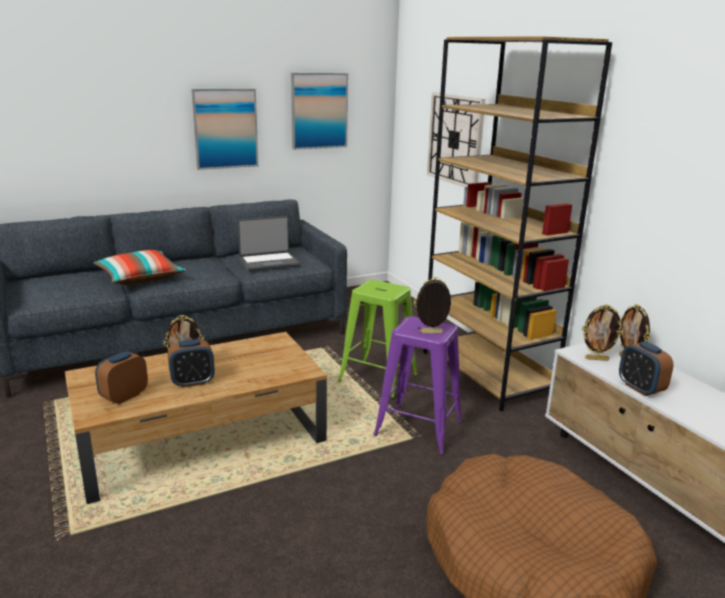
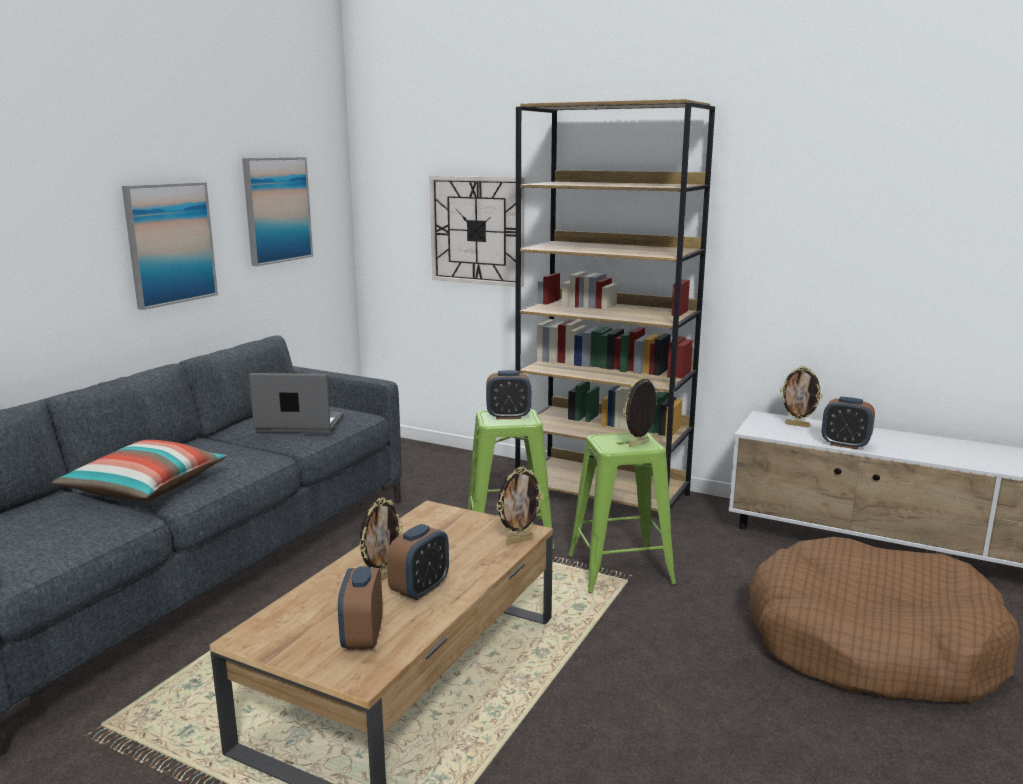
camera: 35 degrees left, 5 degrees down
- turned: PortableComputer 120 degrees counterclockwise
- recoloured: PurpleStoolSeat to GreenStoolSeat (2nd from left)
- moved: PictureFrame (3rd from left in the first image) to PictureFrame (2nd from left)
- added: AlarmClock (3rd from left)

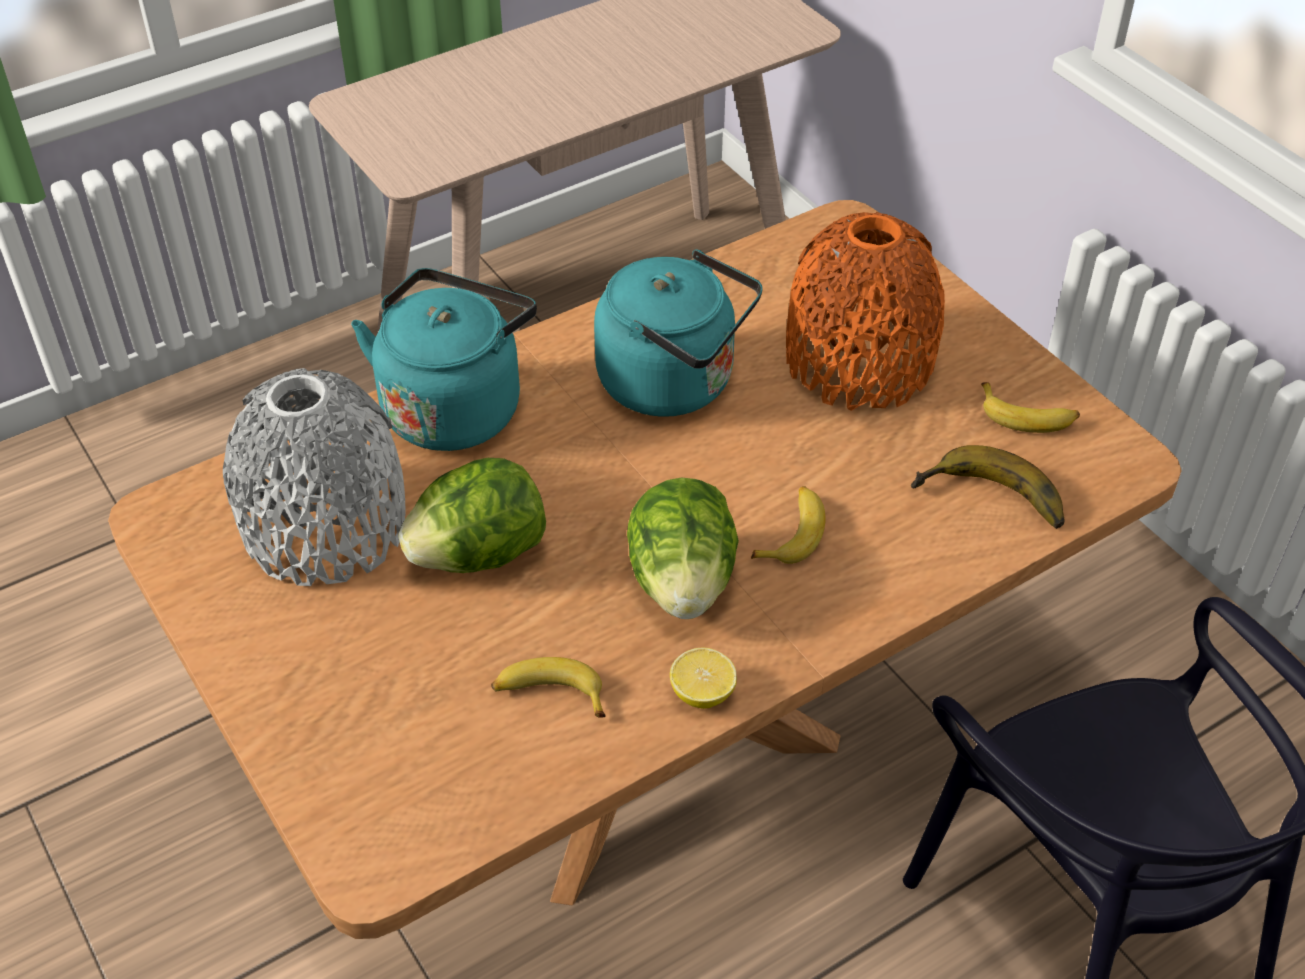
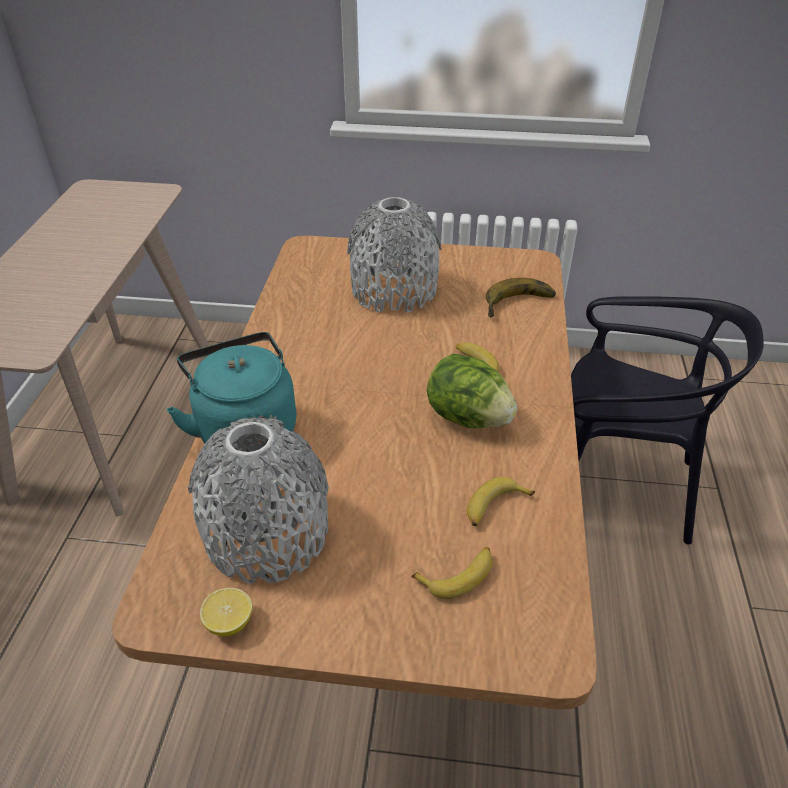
camera: 50 degrees left, 5 degrees down
- removed: LettuceHead (1st from left)
- removed: TurquoiseColouredTeaKettle (2nd from left)
- moved: WholeLemon
- recoloured: OrangeColouredVase to GreyishVase (2nd from left)
- moved: BananaFruit (4th from left in the first image) to BananaFruit (1st from left)

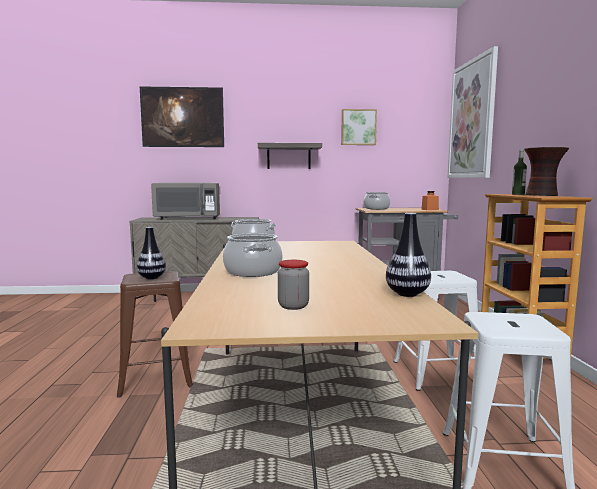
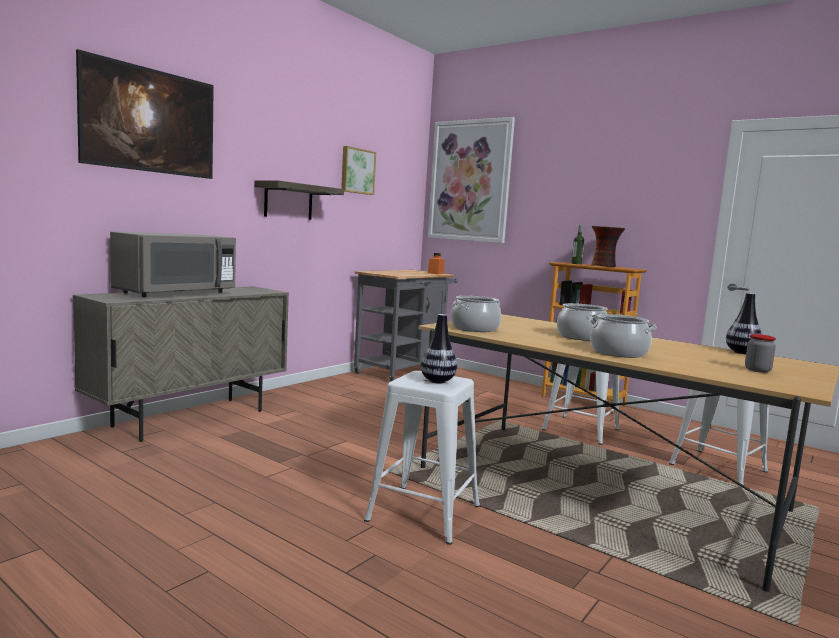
camera: 50 degrees left, 0 degrees up
- recoloured: BrownishStoolSeat to WhiteStoolSeat (1st from left)
- moved: CookingPot (3rd from left in the first image) to CookingPot (2nd from left)

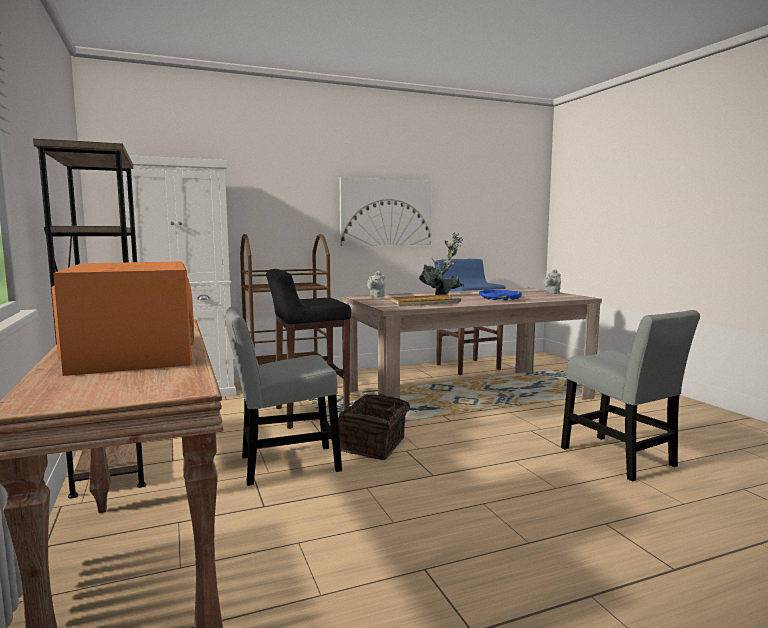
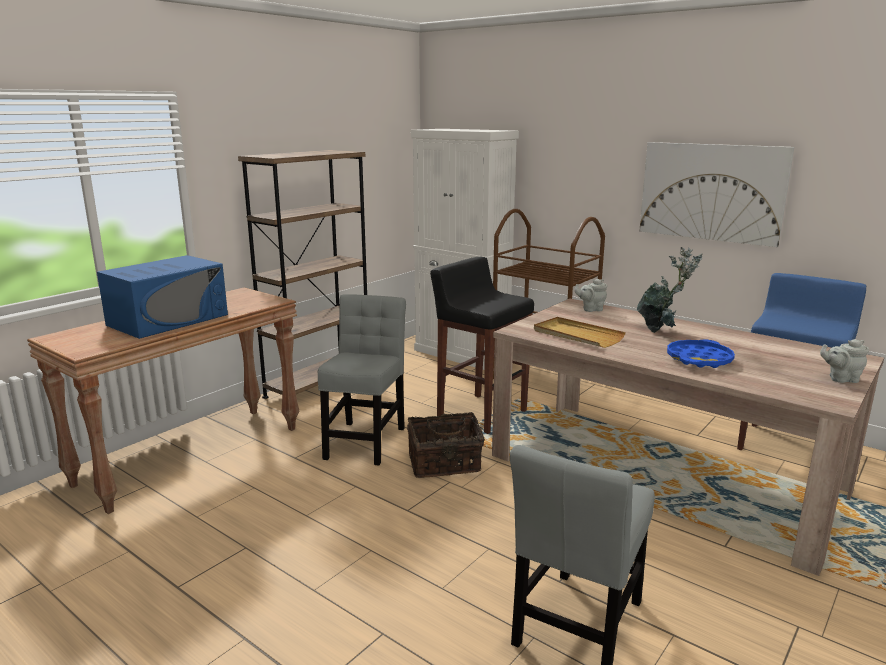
camera: 60 degrees right, 10 degrees up
- recoloured: OrangeColouredKitchenMicrowave to BlueKitchenMicrowave
- turned: GreyishUprightChair (1st from left) 60 degrees clockwise

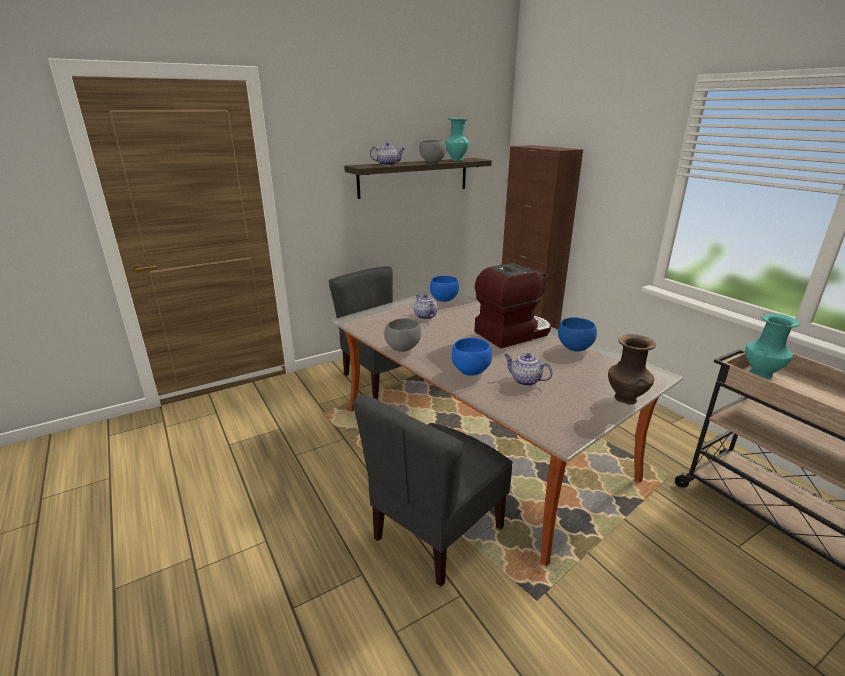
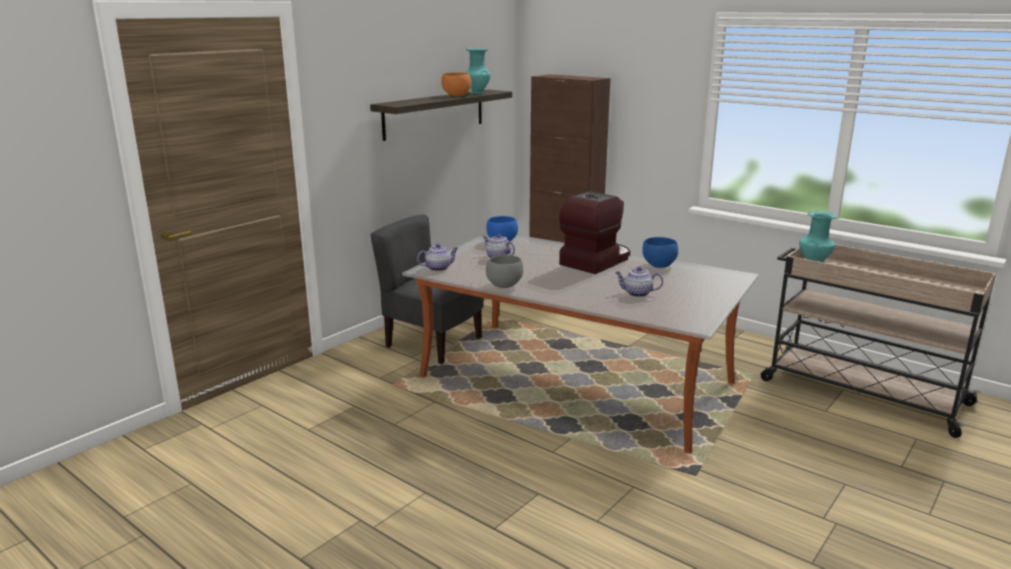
camera: 20 degrees left, 5 degrees down
- removed: GreyishUprightChair (2nd from left)
- moved: PotForTea (1st from left)
- recoloured: GreyishDeepDish (2nd from left) to OrangeColouredDeepDish
- removed: BlueDeepDish (2nd from left)
- removed: BrownishVase

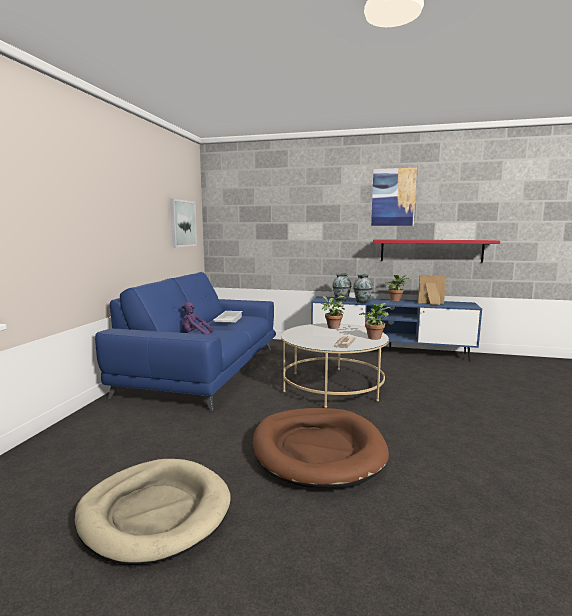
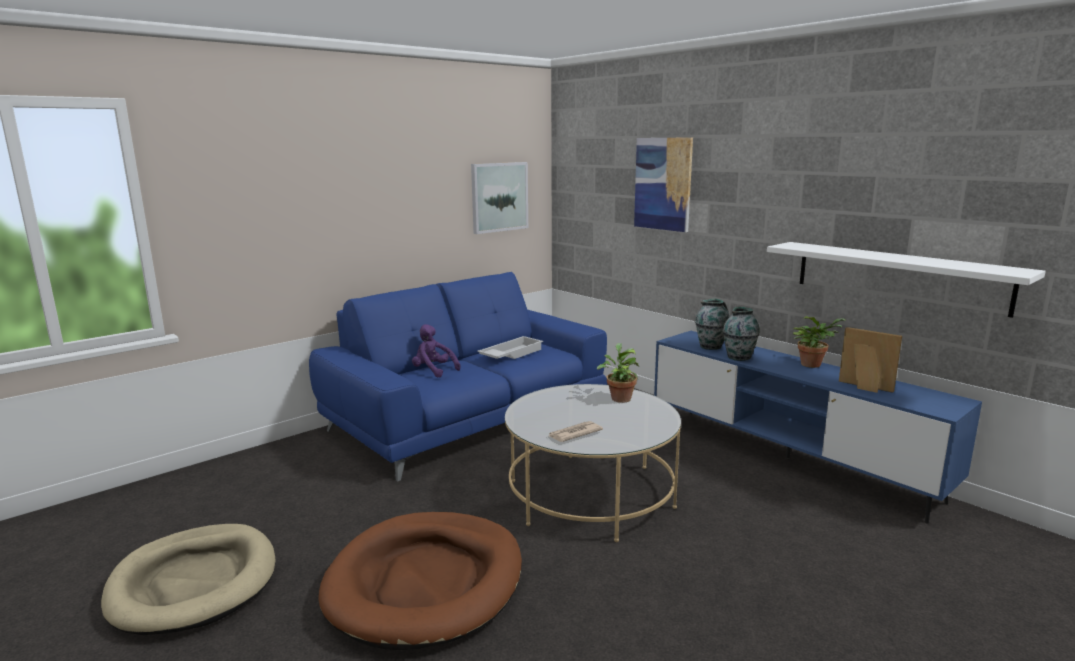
camera: 35 degrees right, 5 degrees up
- removed: PlantInAPot (2nd from left)
- moved: WallPicture (2nd from left)
- recoloured: RedBracketShelf to WhiteBracketShelf

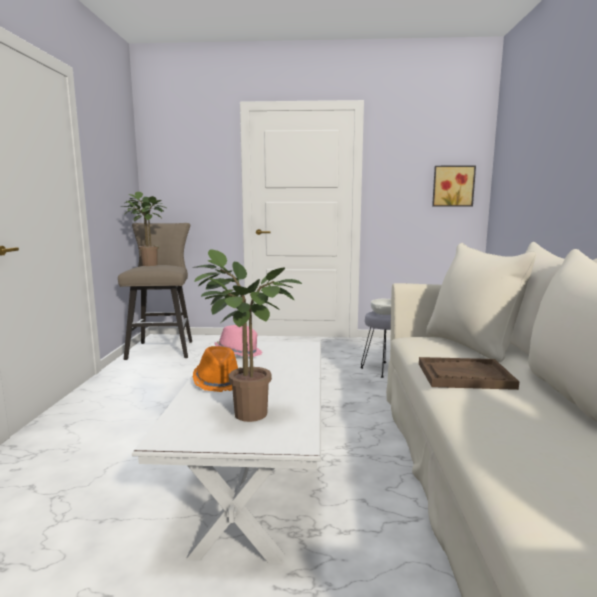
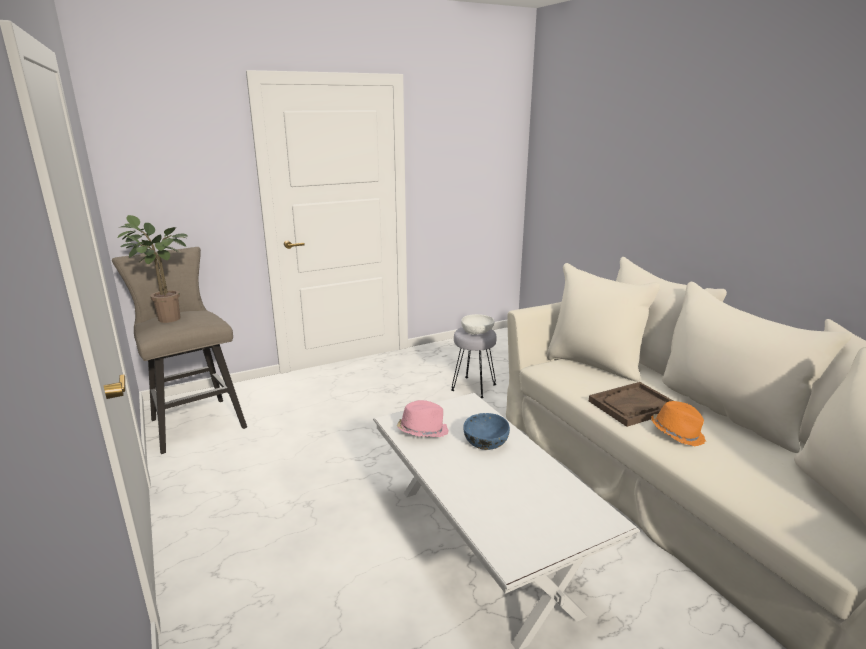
camera: 30 degrees left, 10 degrees up
- removed: PlantInAPot (2nd from left)
- moved: OrangeColouredClothingHat
- removed: WallPicture
- added: BlueDeepDish

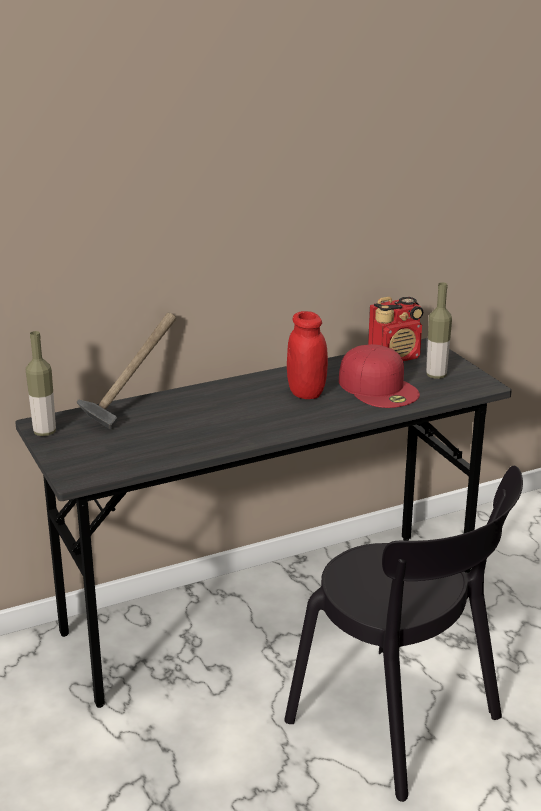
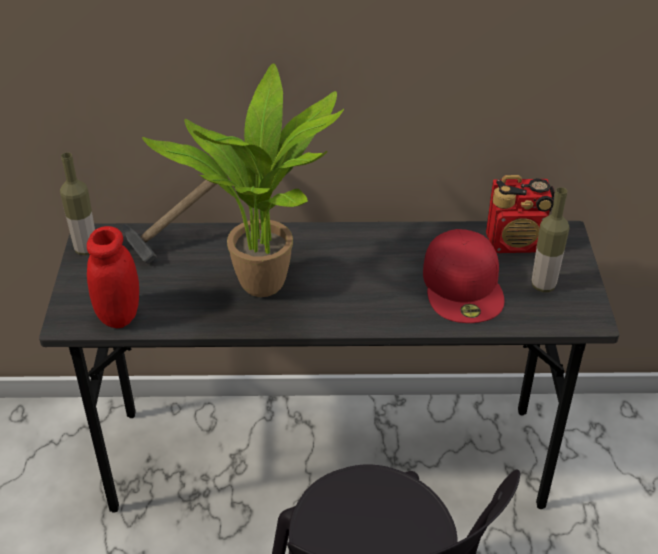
camera: 25 degrees right, 15 degrees up
- moved: RedPreserveJar
- added: PlantInAPot

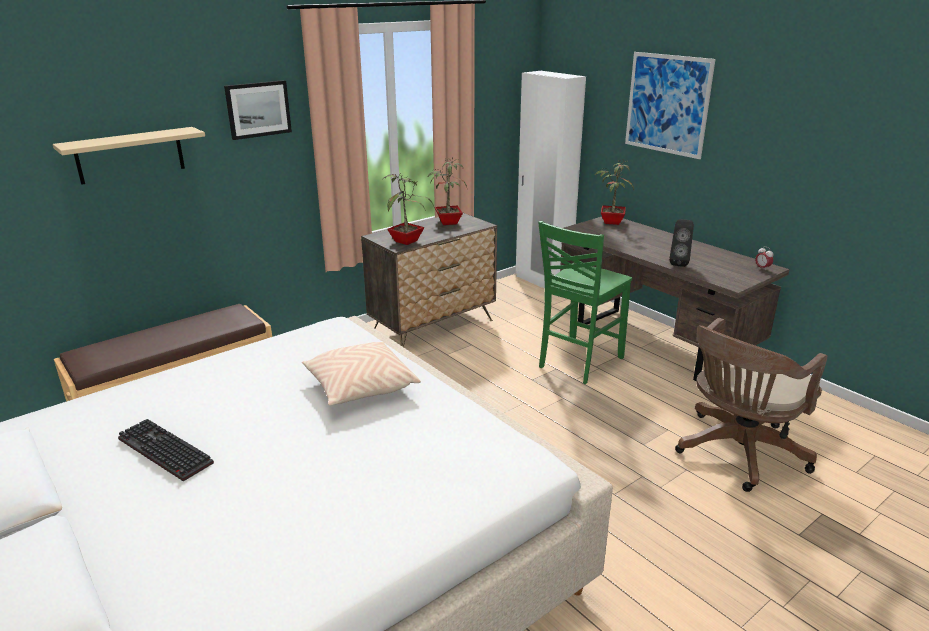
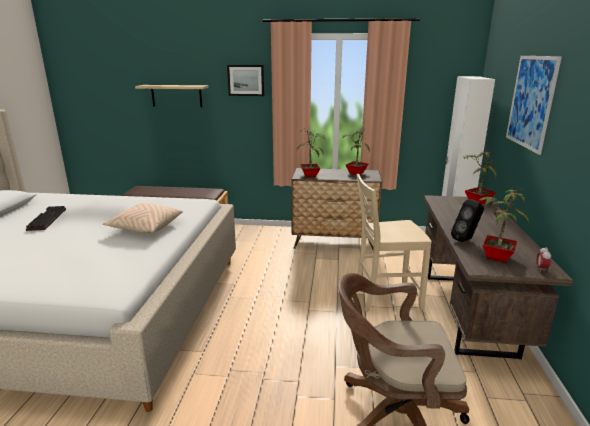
camera: 45 degrees right, 5 degrees down
- recoloured: GreenUprightChair to BeigeColouredUprightChair
- added: PlantInAPot (4th from left)

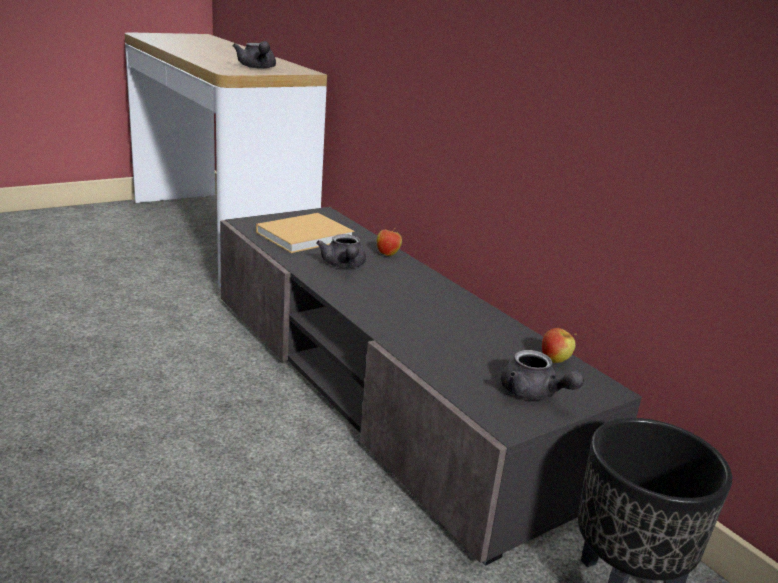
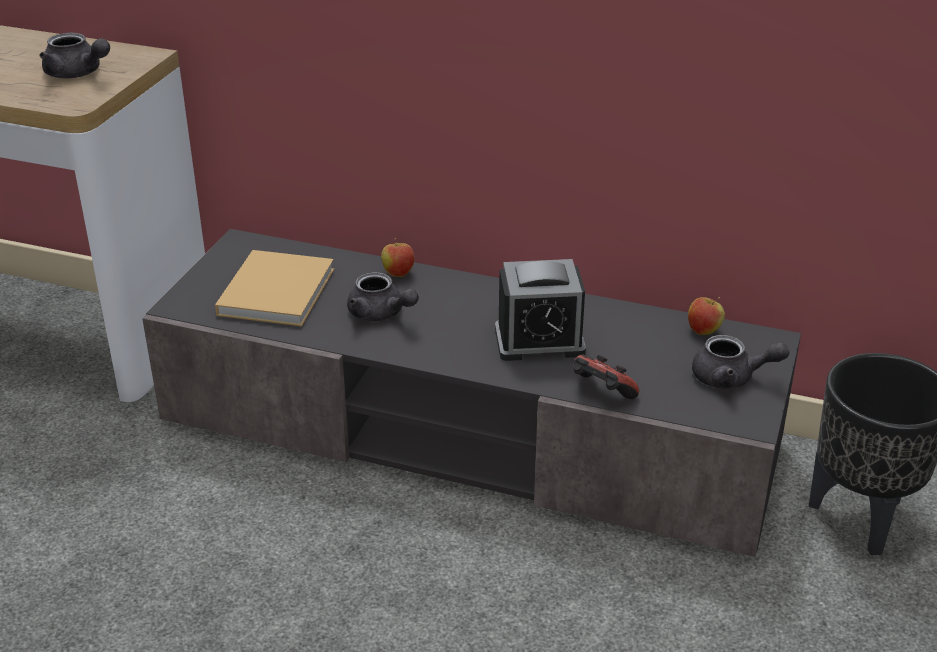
camera: 35 degrees left, 10 degrees up
- added: AlarmClock
- added: Gamepad

